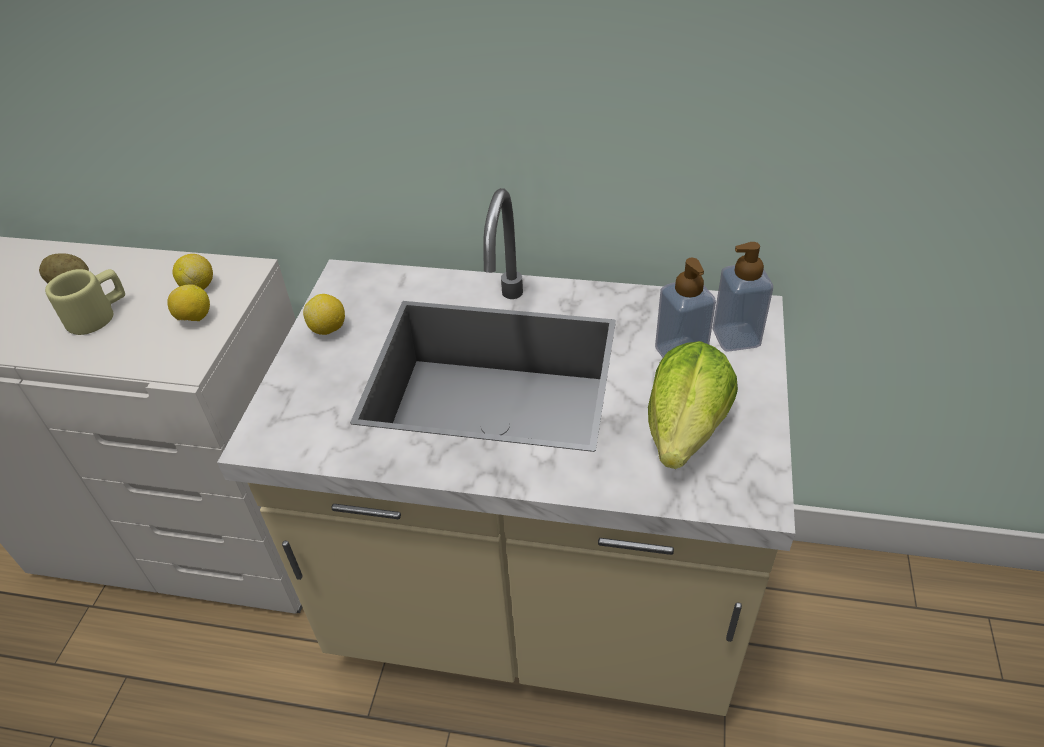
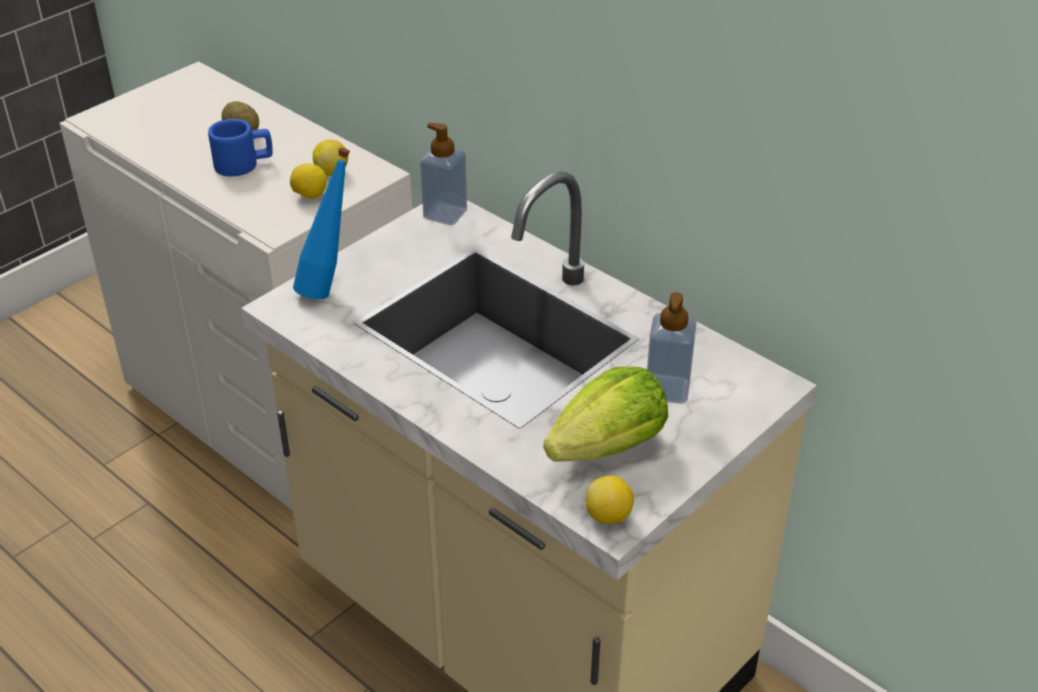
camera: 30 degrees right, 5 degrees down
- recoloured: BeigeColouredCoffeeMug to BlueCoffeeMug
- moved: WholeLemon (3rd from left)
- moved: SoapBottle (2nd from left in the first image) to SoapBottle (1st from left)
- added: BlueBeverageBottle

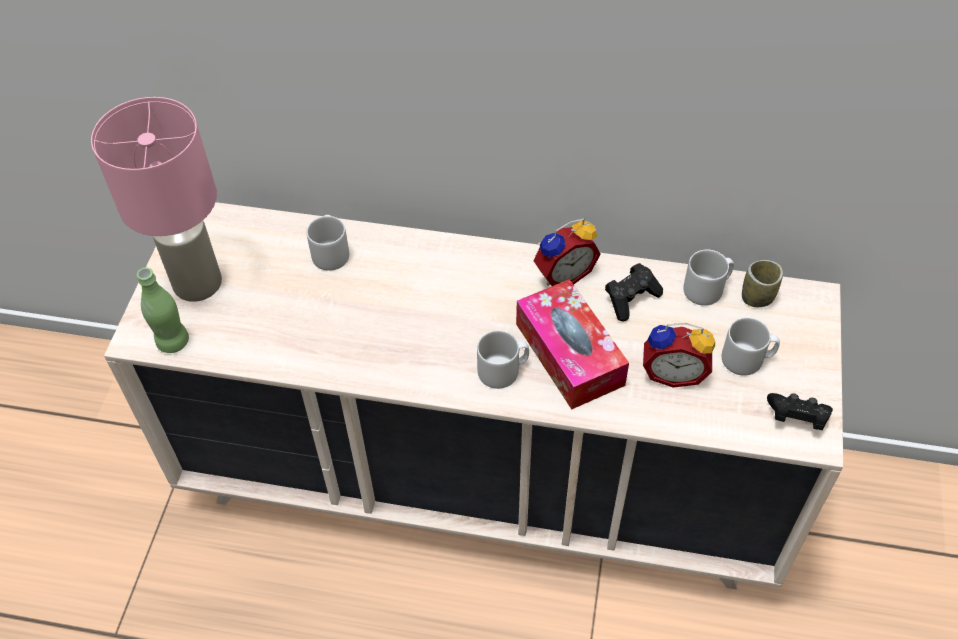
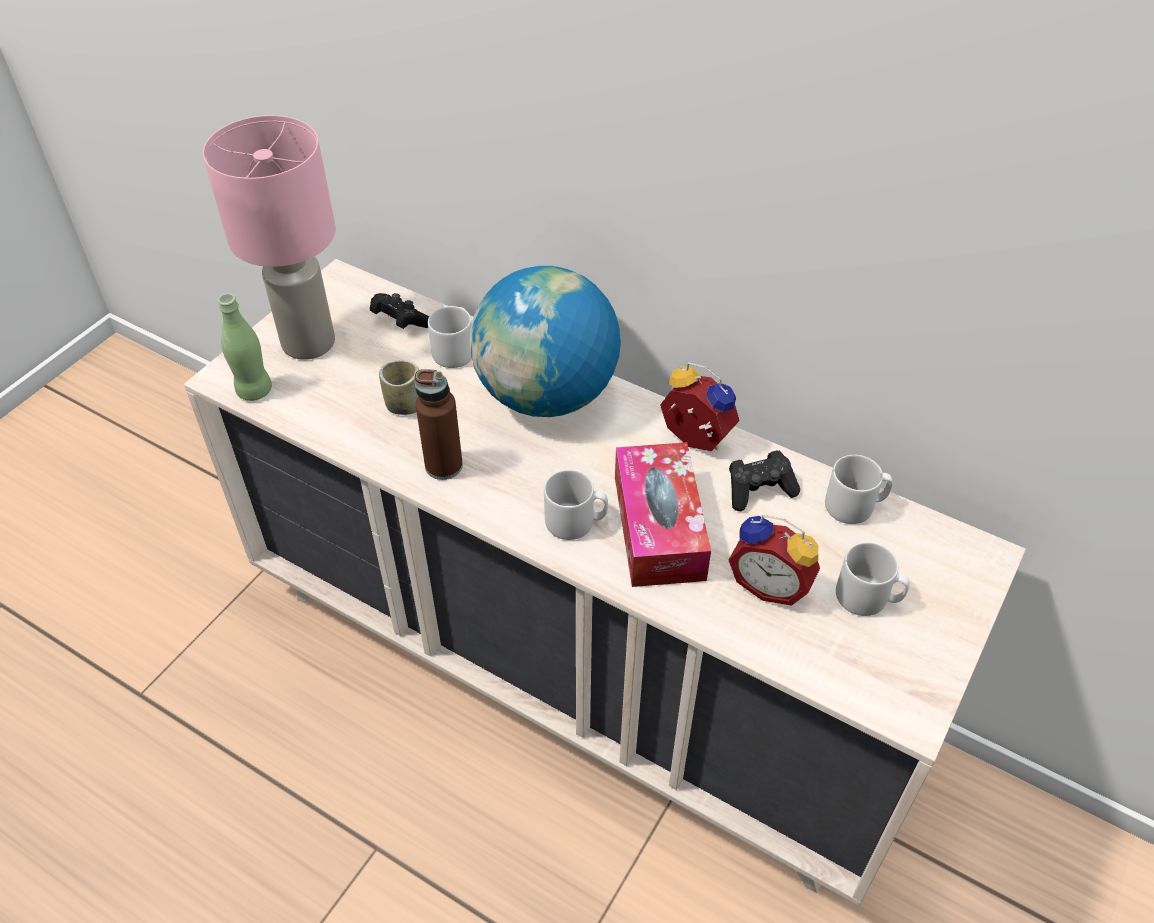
camera: 20 degrees right, 5 degrees down
- turned: AlarmClock (1st from left) 135 degrees counterclockwise
- moved: DrinkingCup
- moved: BlackishGamepad (2nd from left in the first image) to BlackishGamepad (1st from left)
- added: BrownishBeverageBottle
- added: WorldGlobe

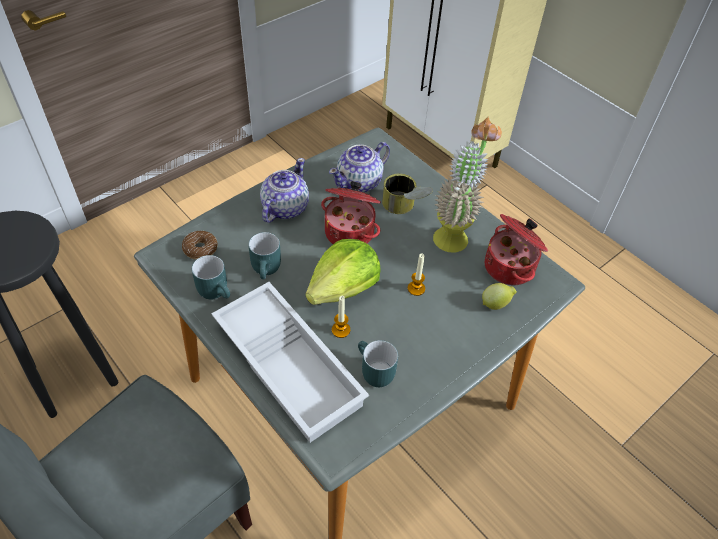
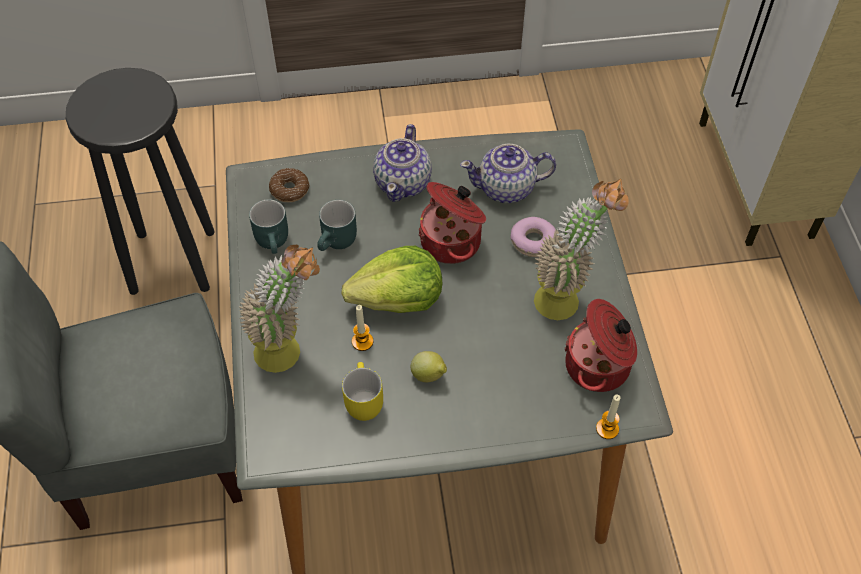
camera: 35 degrees right, 5 degrees up
- replaced: WhiteServingTray to PlantInAPot (1st from left)
- turned: PotForTea (1st from left) 135 degrees clockwise
- recoloured: TurquoiseColouredCoffeeMug (3rd from left) to YellowColouredCoffeeMug
- replaced: Can to RingDoughnut (2nd from left)
- moved: WaxLight (2nd from left)
- moved: WholeLemon

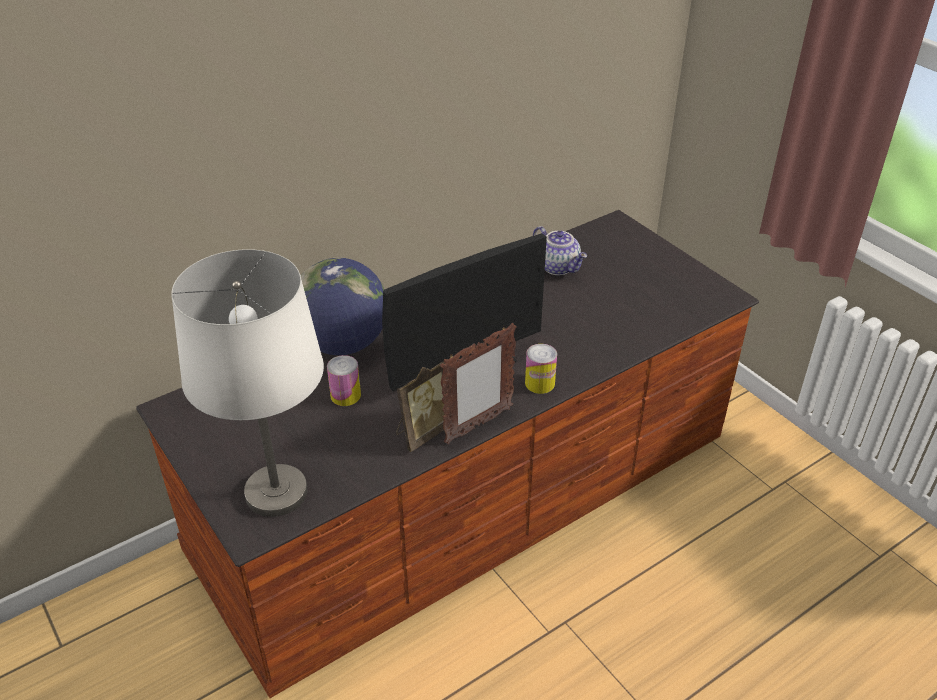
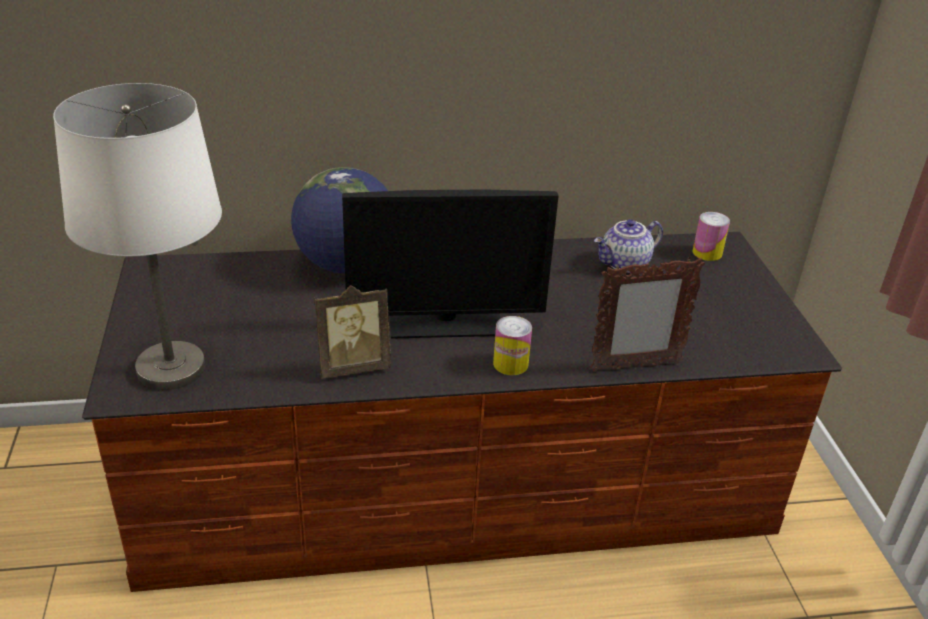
camera: 25 degrees right, 5 degrees down
- moved: Can (1st from left in the first image) to Can (2nd from left)
- moved: PictureFrame (2nd from left)
- turned: PotForTea 75 degrees clockwise

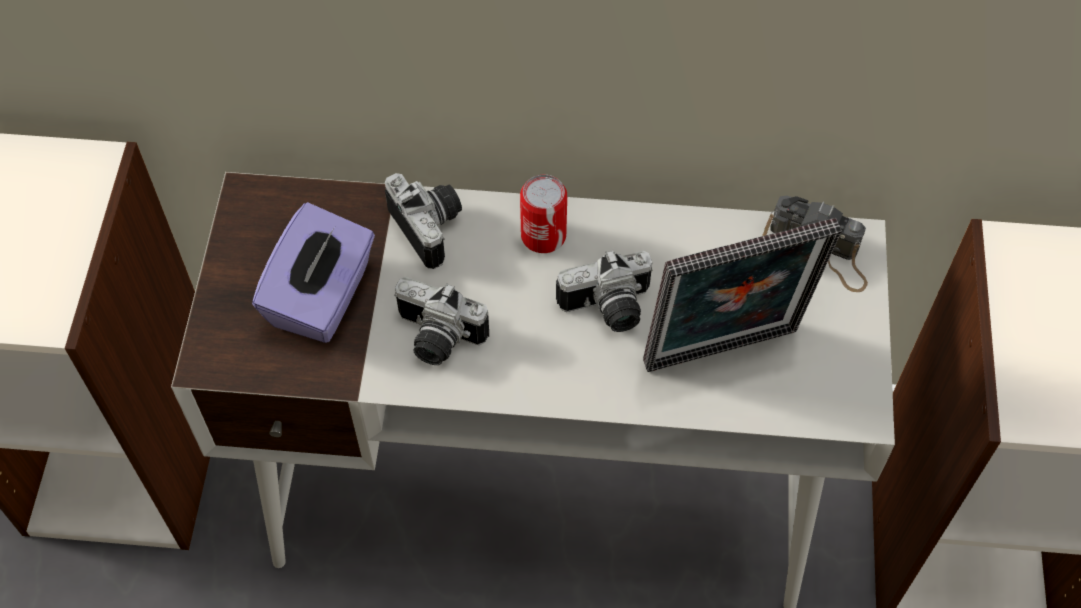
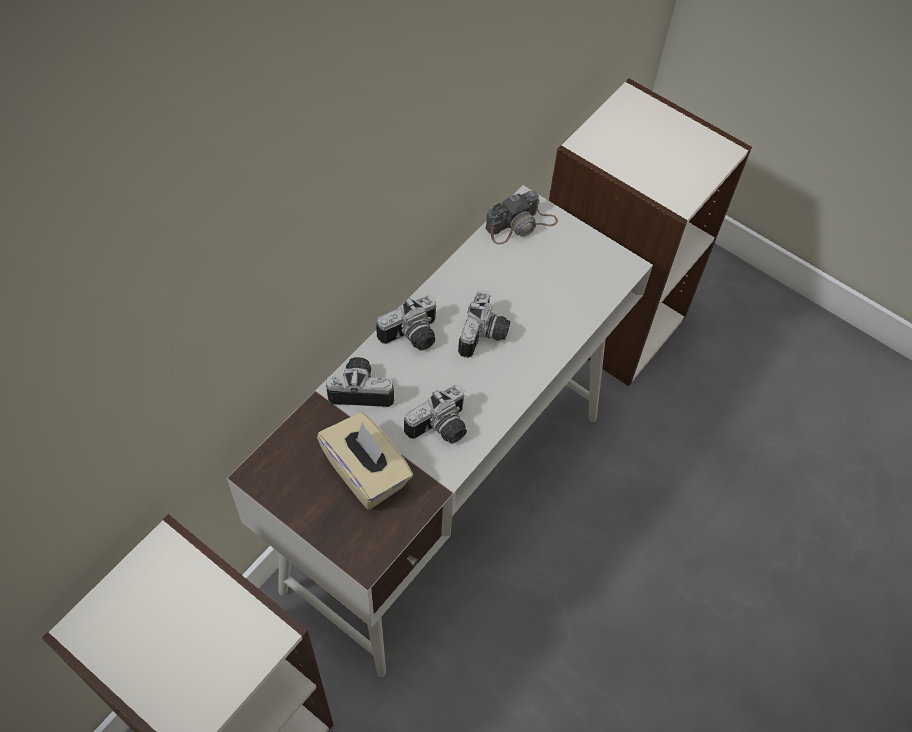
camera: 60 degrees left, 0 degrees up
- recoloured: PurpleBoxOfTissues to BeigeColouredBoxOfTissues
- replaced: Can to StillCamera (2nd from left)
- removed: PictureFrame

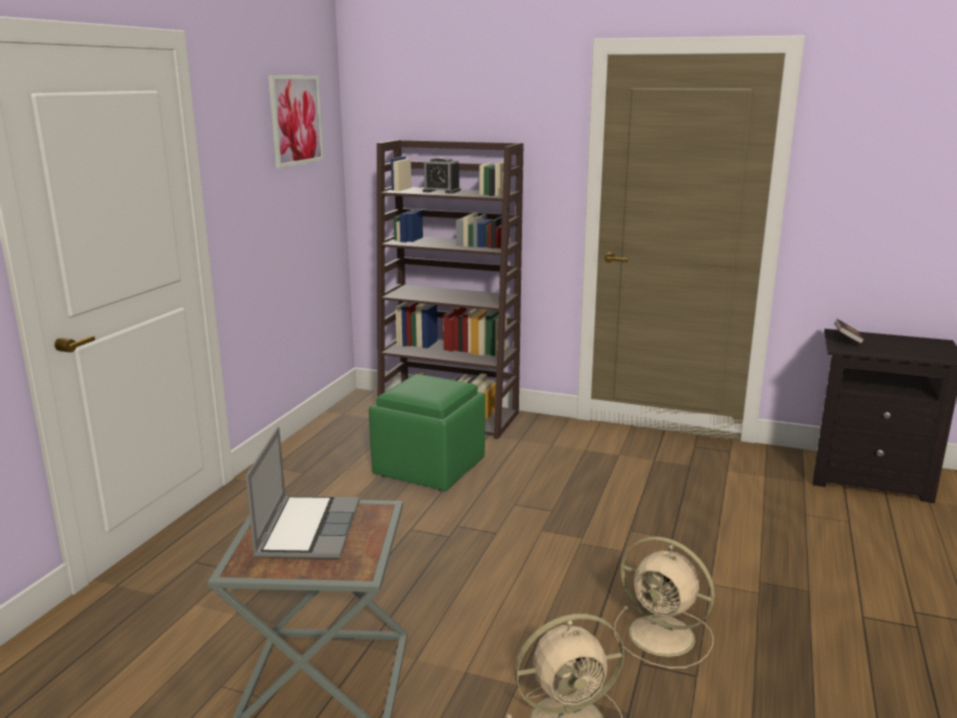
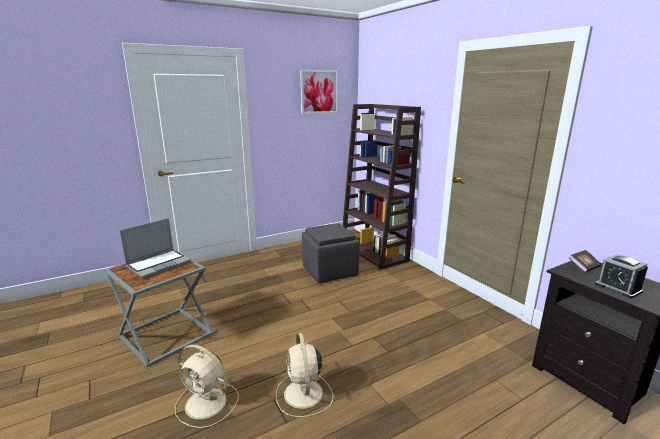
camera: 40 degrees right, 0 degrees up
- recoloured: GreenPouffe to GreyishPouffe
- moved: AlarmClock

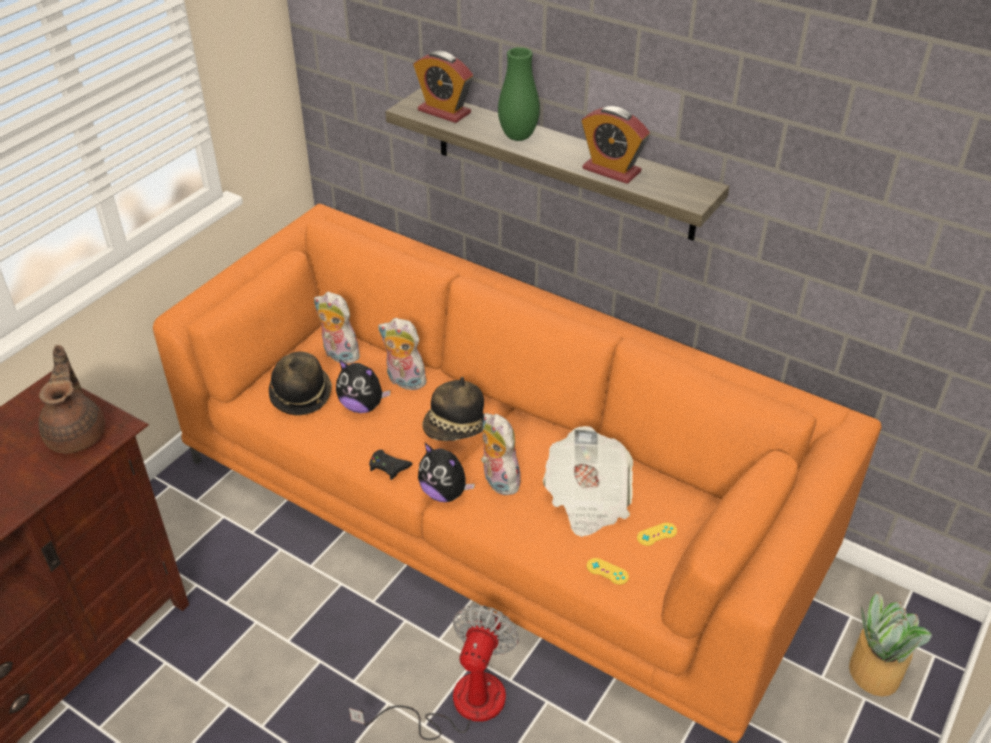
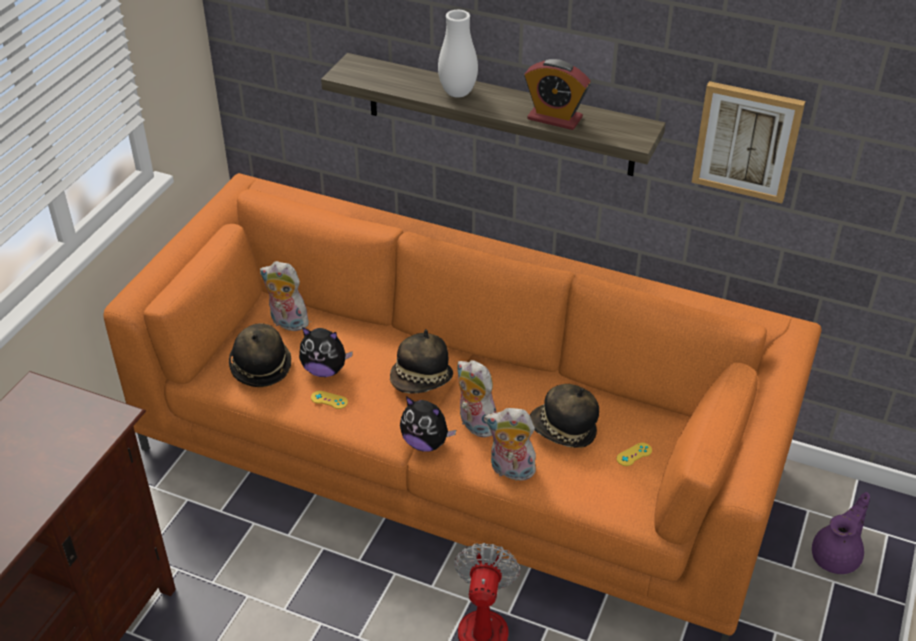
camera: 10 degrees left, 0 degrees up
- removed: BrownishPotForTea
- removed: BlackishGamepad
- moved: PlushToy (3rd from left in the first image) to PlushToy (5th from left)
- removed: AlarmClock (1st from left)
- recoloured: GreenVase to WhiteVase
- replaced: DailyPaper to ClothingHat (3rd from left)
- moved: YellowColouredGamepad (1st from left)
- replaced: PlantInAPot to PurplePotForTea
- added: WallPicture

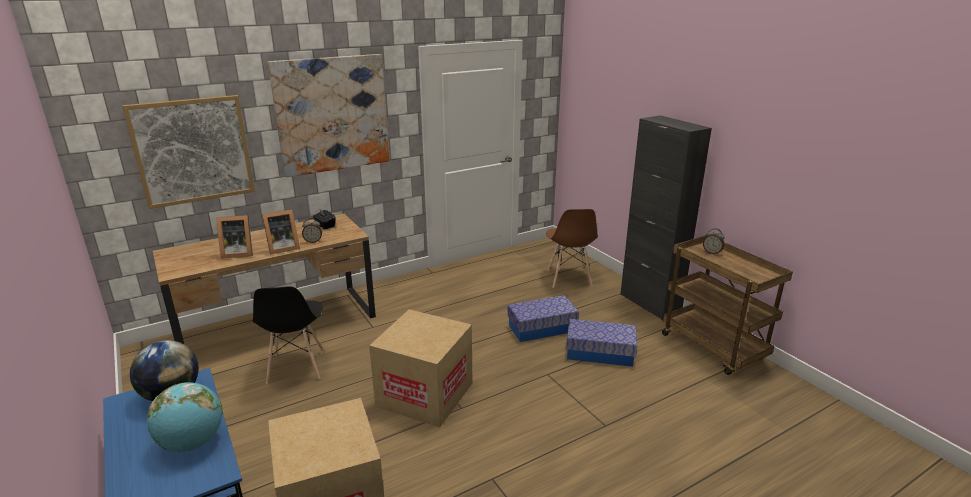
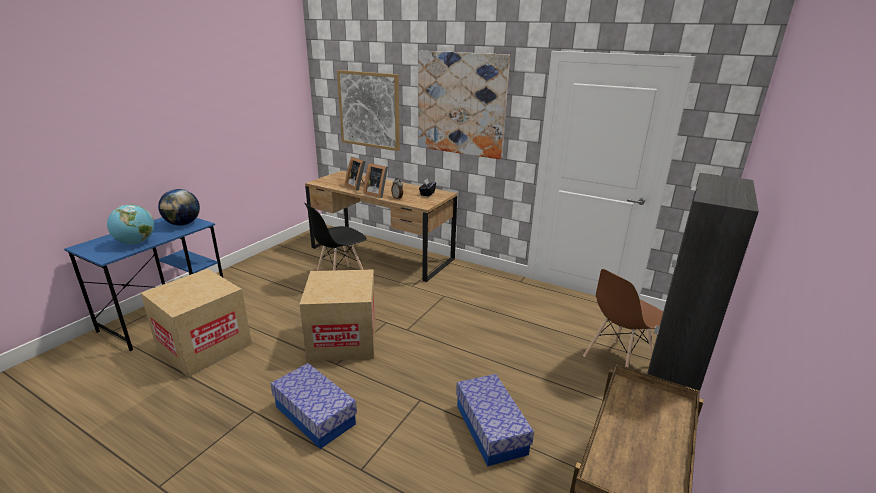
camera: 60 degrees right, 0 degrees up
- moved: StorageContainer (1st from left)
- removed: AlarmClock (2nd from left)

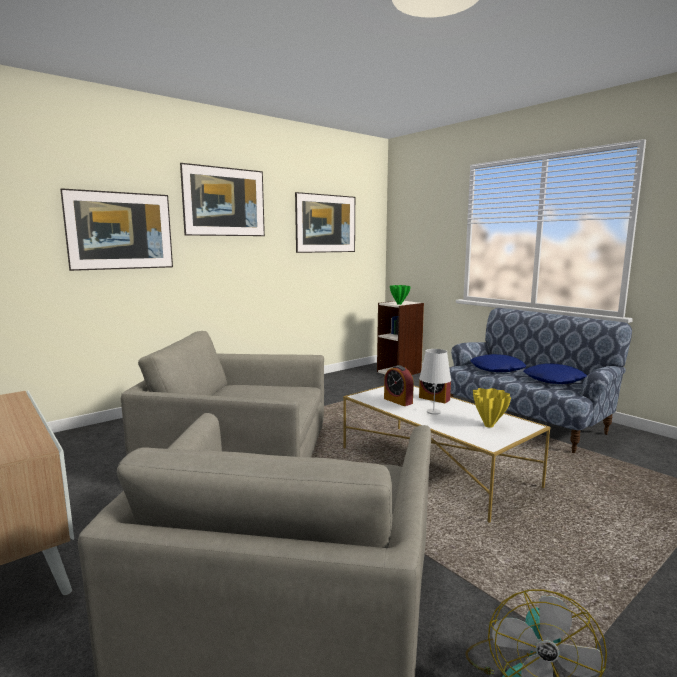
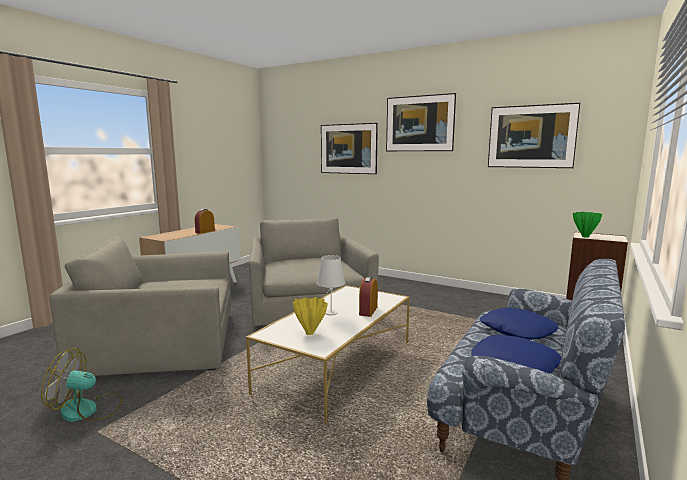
camera: 70 degrees right, 0 degrees up
- moved: AlarmClock (1st from left)

